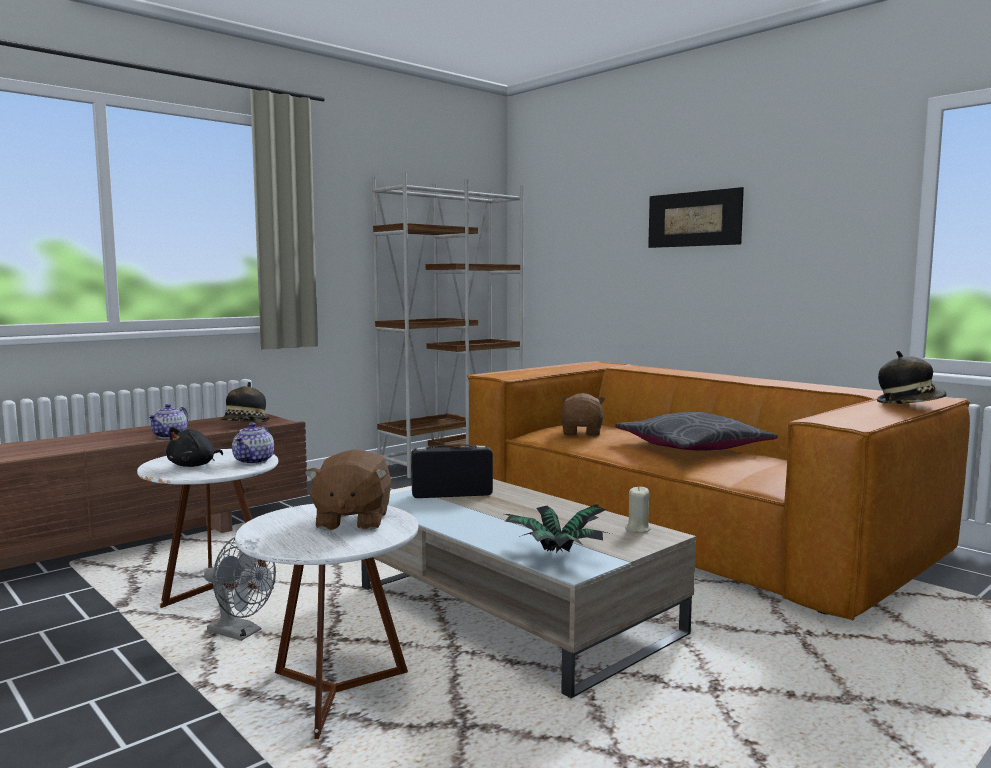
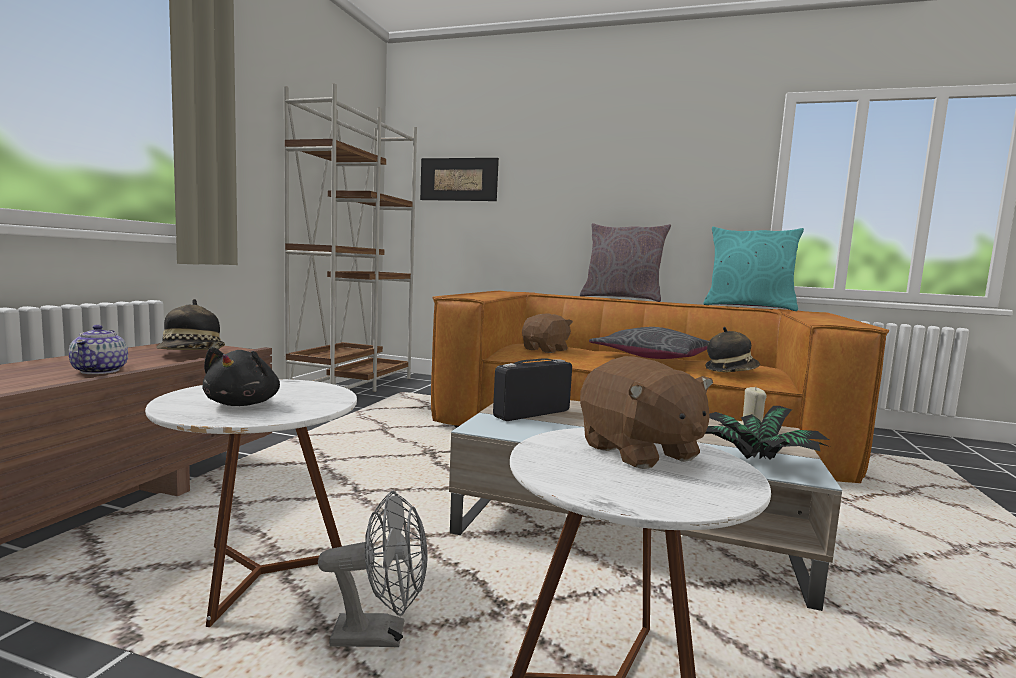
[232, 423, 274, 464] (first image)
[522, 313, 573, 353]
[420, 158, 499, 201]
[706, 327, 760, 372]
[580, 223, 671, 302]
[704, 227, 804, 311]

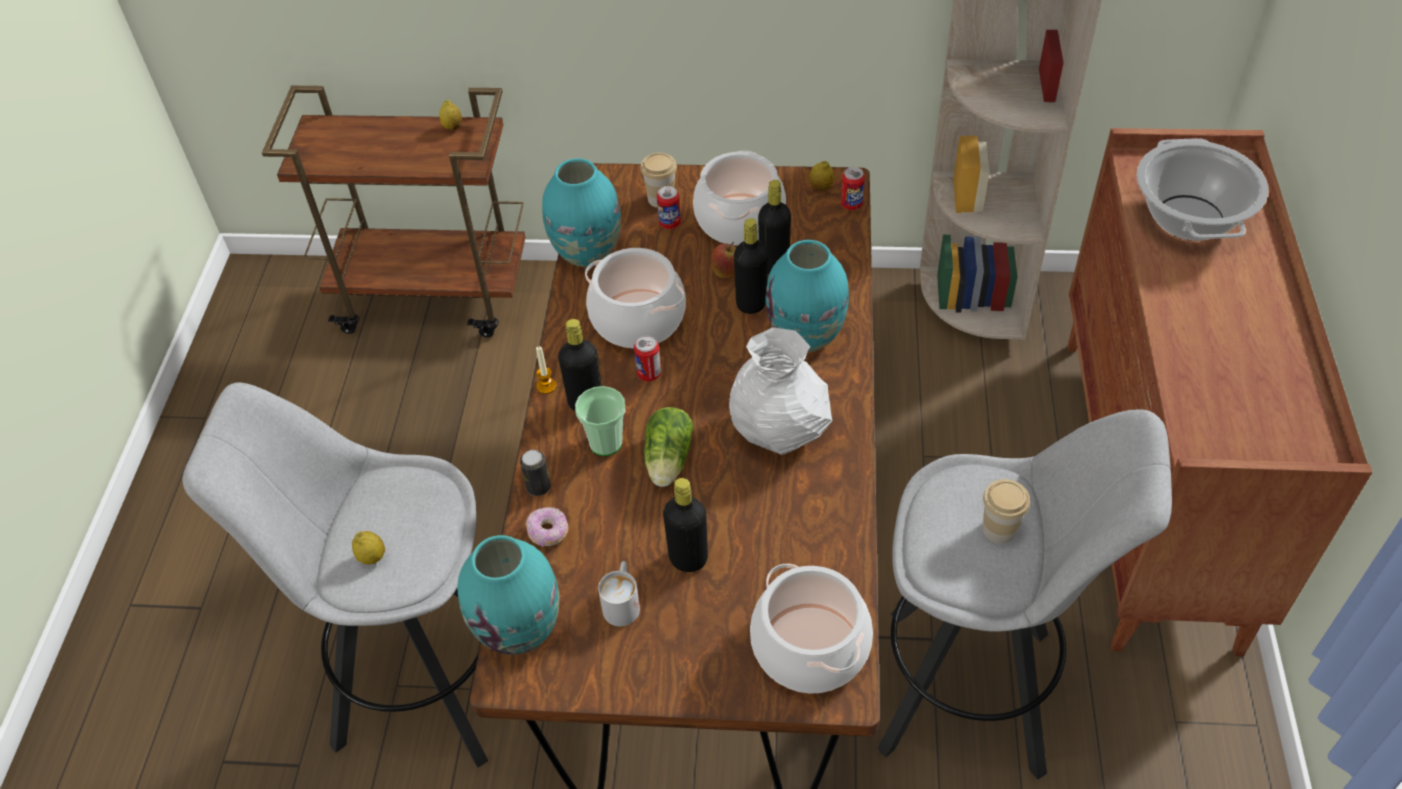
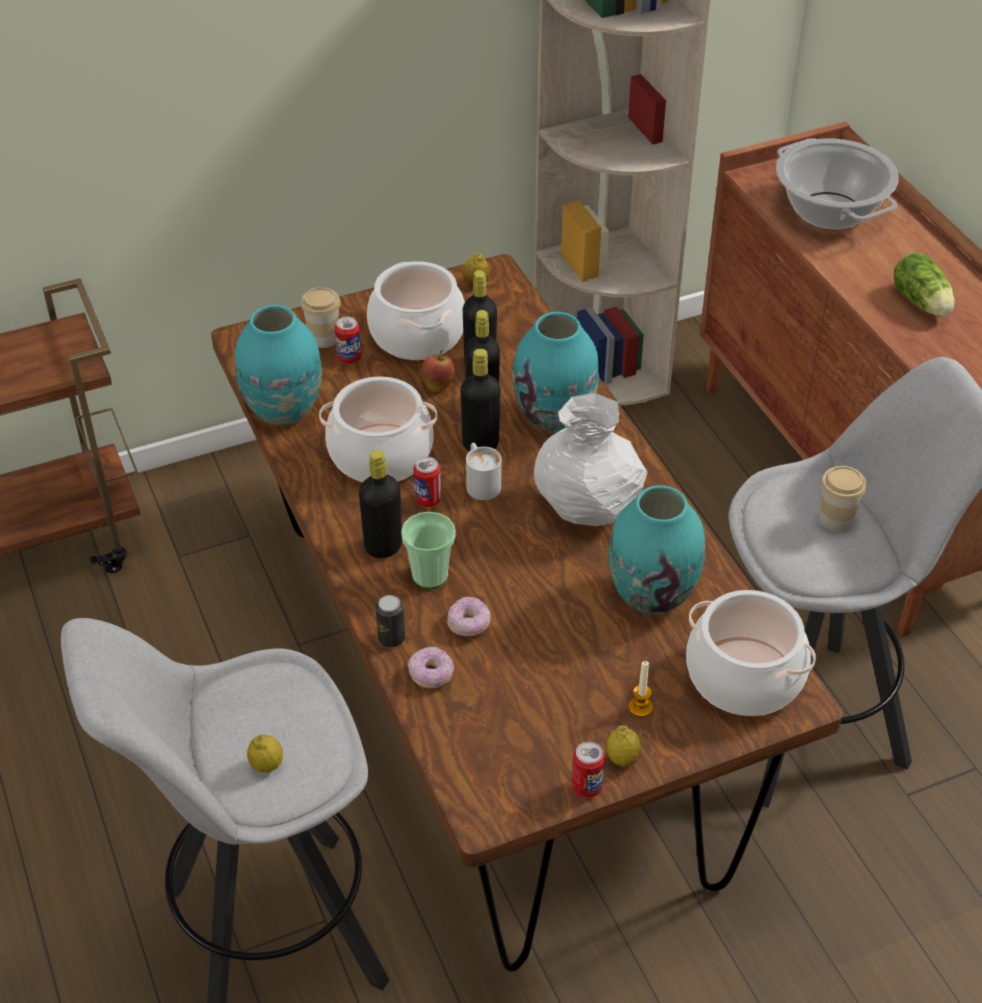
[607, 725, 641, 766]
[608, 485, 705, 615]
[629, 661, 653, 717]
[466, 443, 501, 500]
[893, 252, 955, 317]
[461, 349, 500, 451]
[571, 742, 605, 798]
[447, 596, 491, 636]

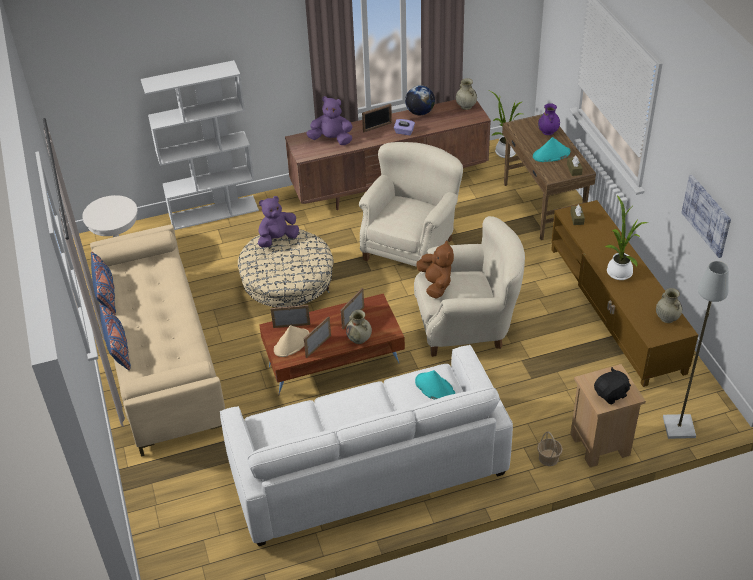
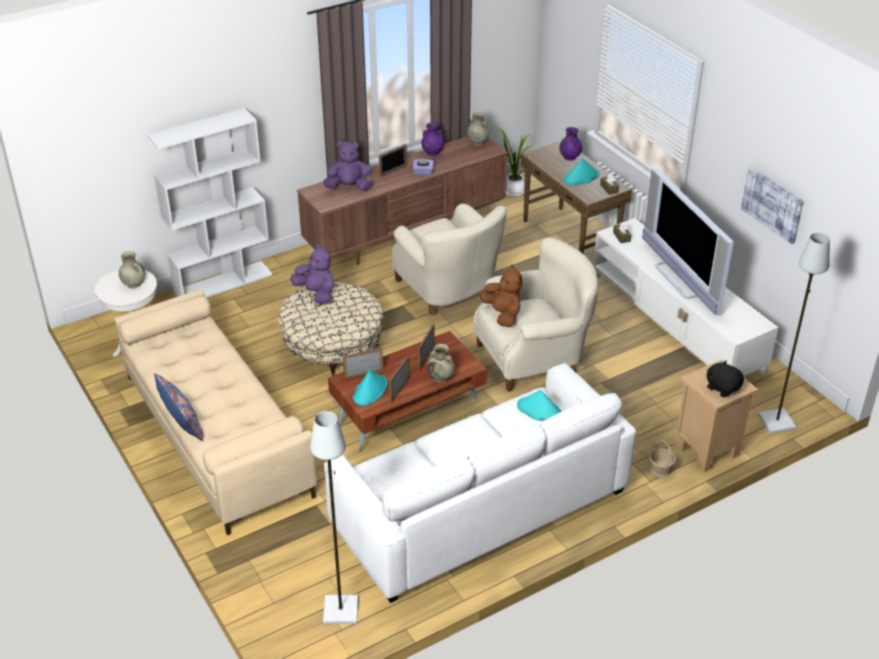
[91, 251, 116, 315] (first image)
[290, 244, 334, 304]
[353, 370, 387, 406]
[392, 204, 507, 315]
[421, 122, 444, 156]
[593, 218, 778, 376]
[707, 361, 744, 397]
[642, 168, 734, 315]
[119, 251, 145, 288]
[310, 411, 358, 624]

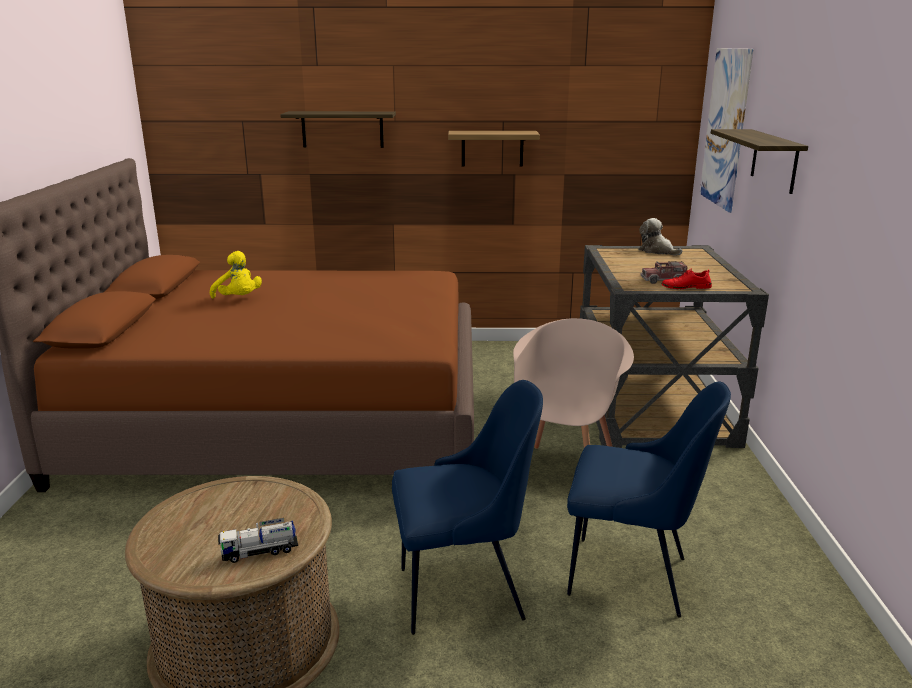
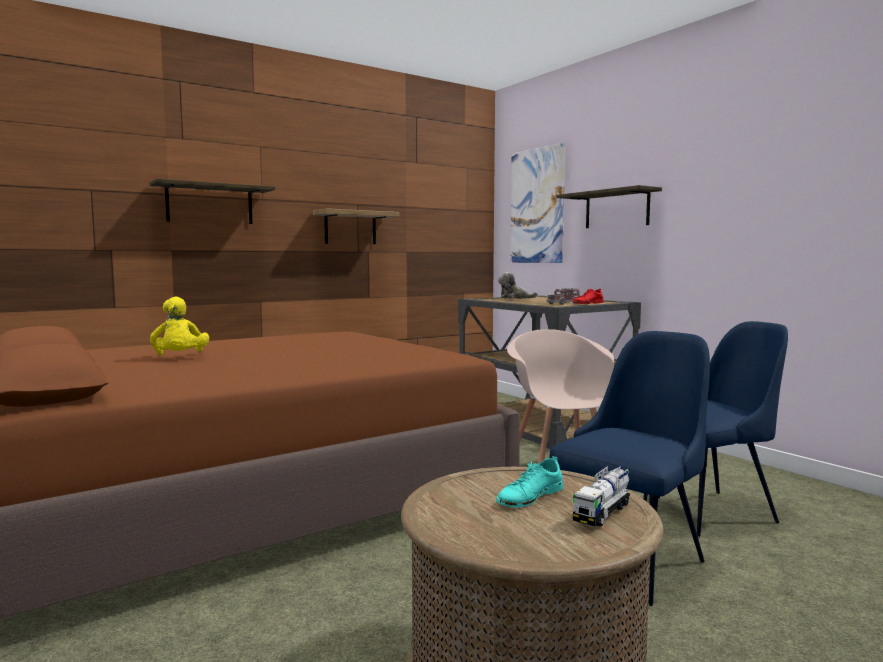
[150, 297, 209, 355]
[496, 456, 563, 508]

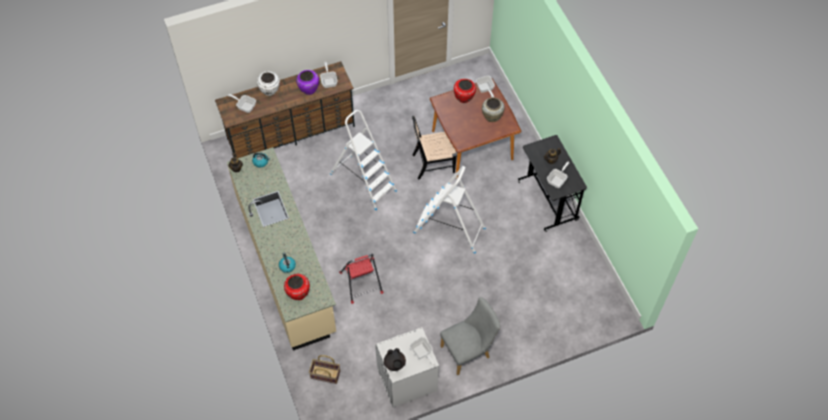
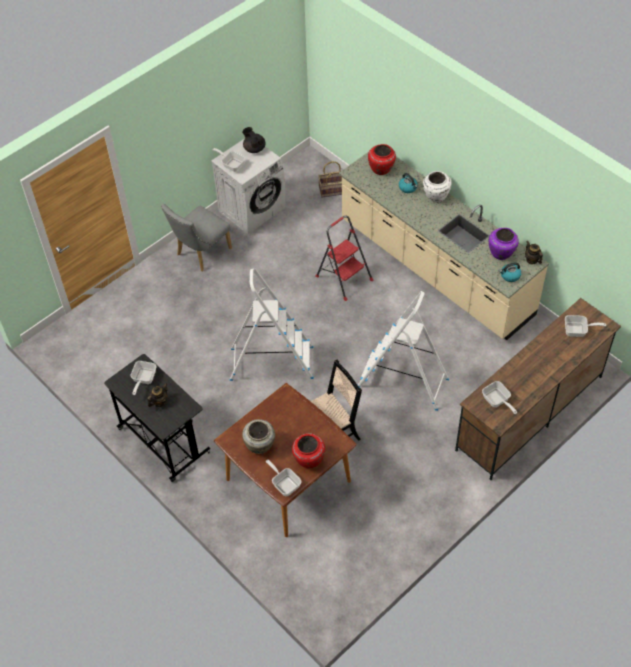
[423, 171, 451, 203]
[489, 228, 519, 260]

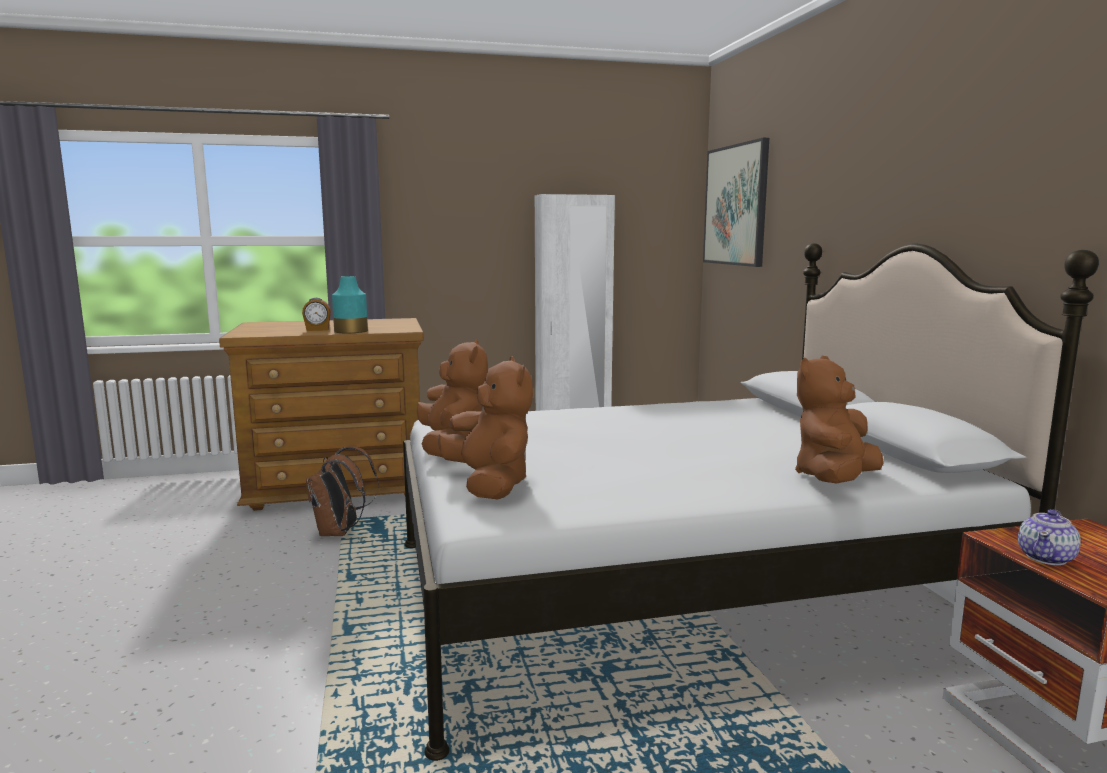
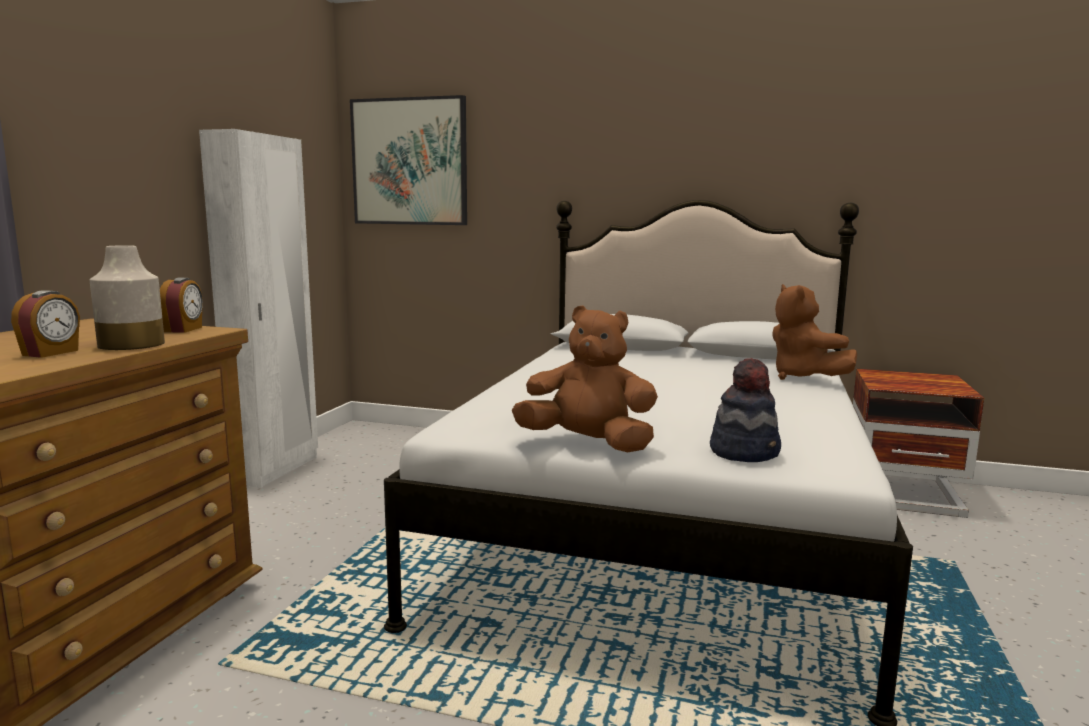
[306, 446, 379, 536] (first image)
[90, 245, 165, 350]
[710, 358, 781, 462]
[1018, 509, 1081, 565] (first image)
[160, 278, 203, 333]

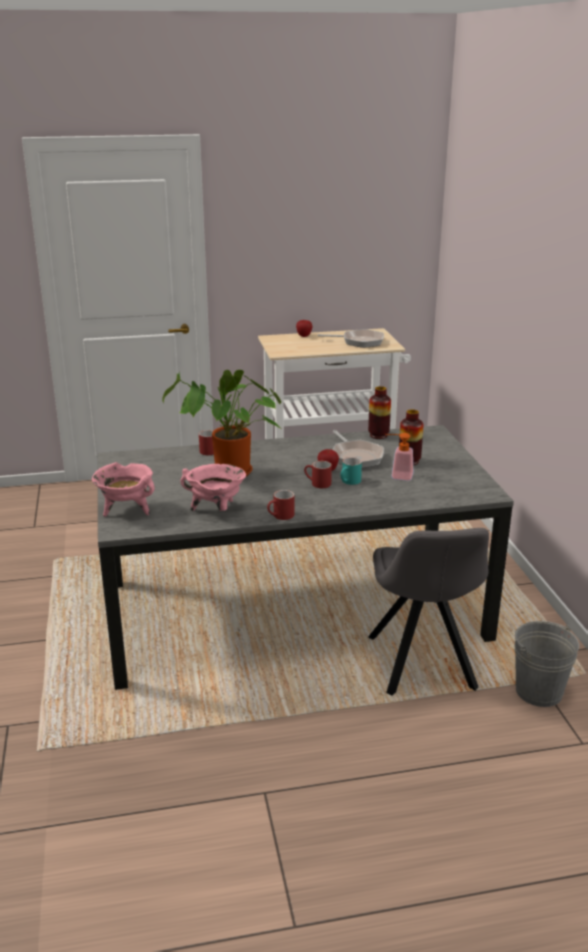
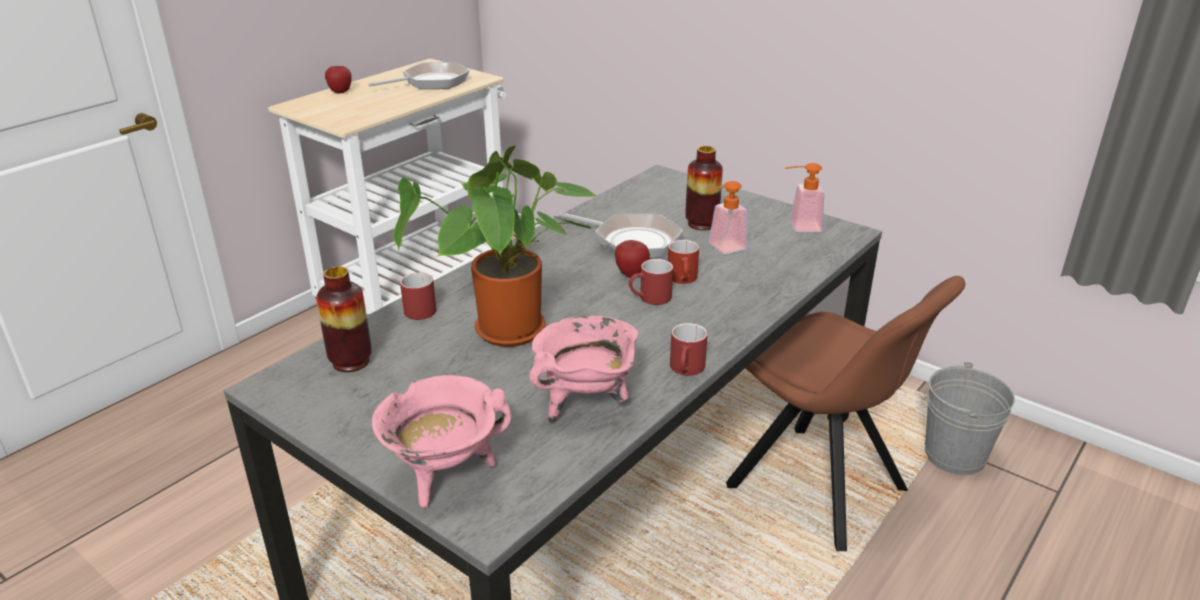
[668, 240, 699, 284]
[316, 266, 372, 372]
[726, 276, 965, 551]
[785, 163, 824, 232]

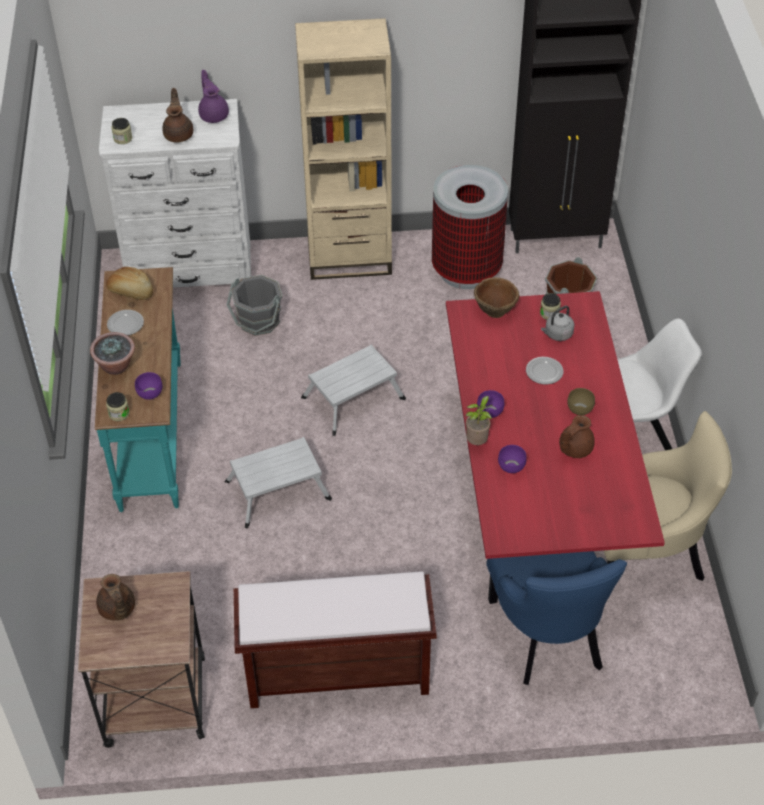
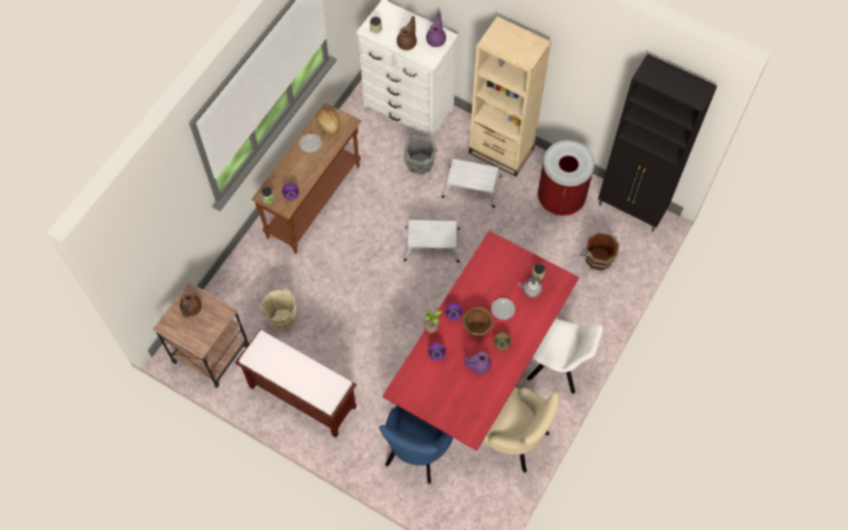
[90, 332, 135, 375] (first image)
[252, 102, 361, 254]
[441, 158, 502, 208]
[463, 307, 493, 336]
[464, 351, 491, 375]
[261, 288, 296, 330]

